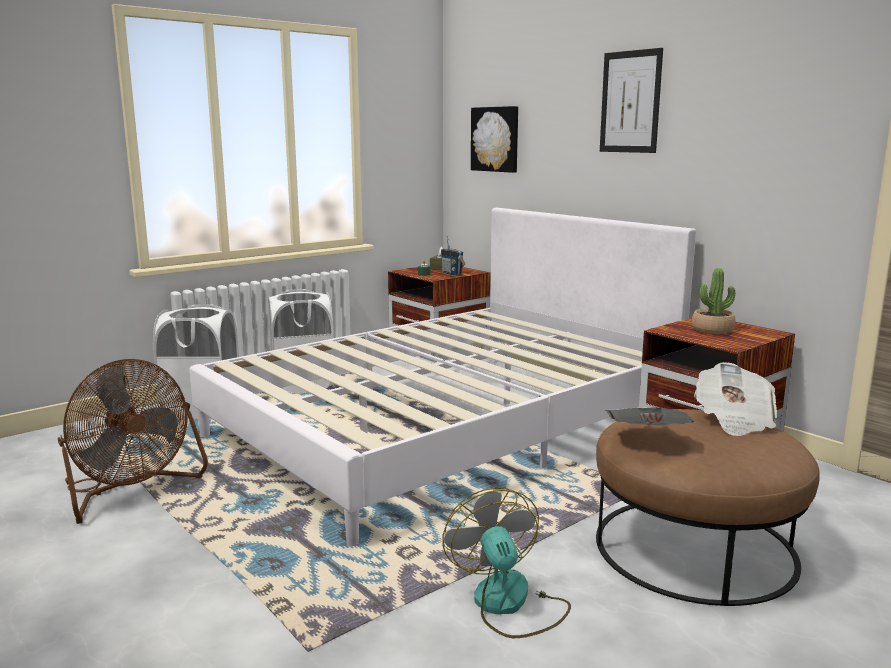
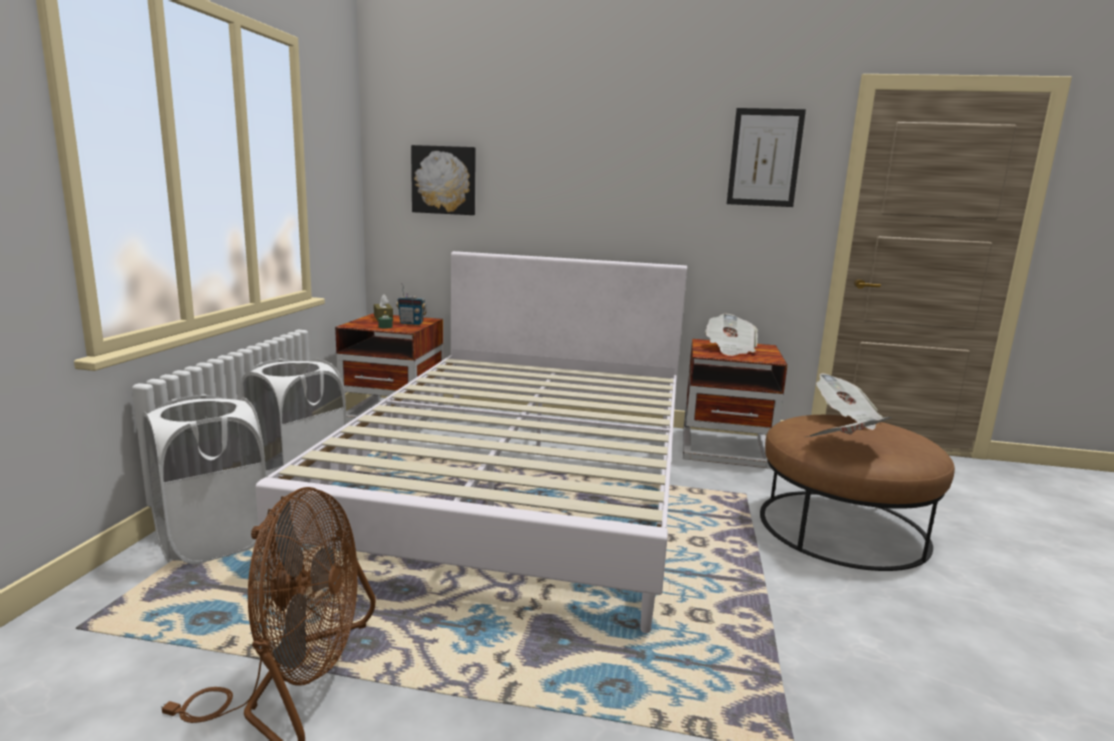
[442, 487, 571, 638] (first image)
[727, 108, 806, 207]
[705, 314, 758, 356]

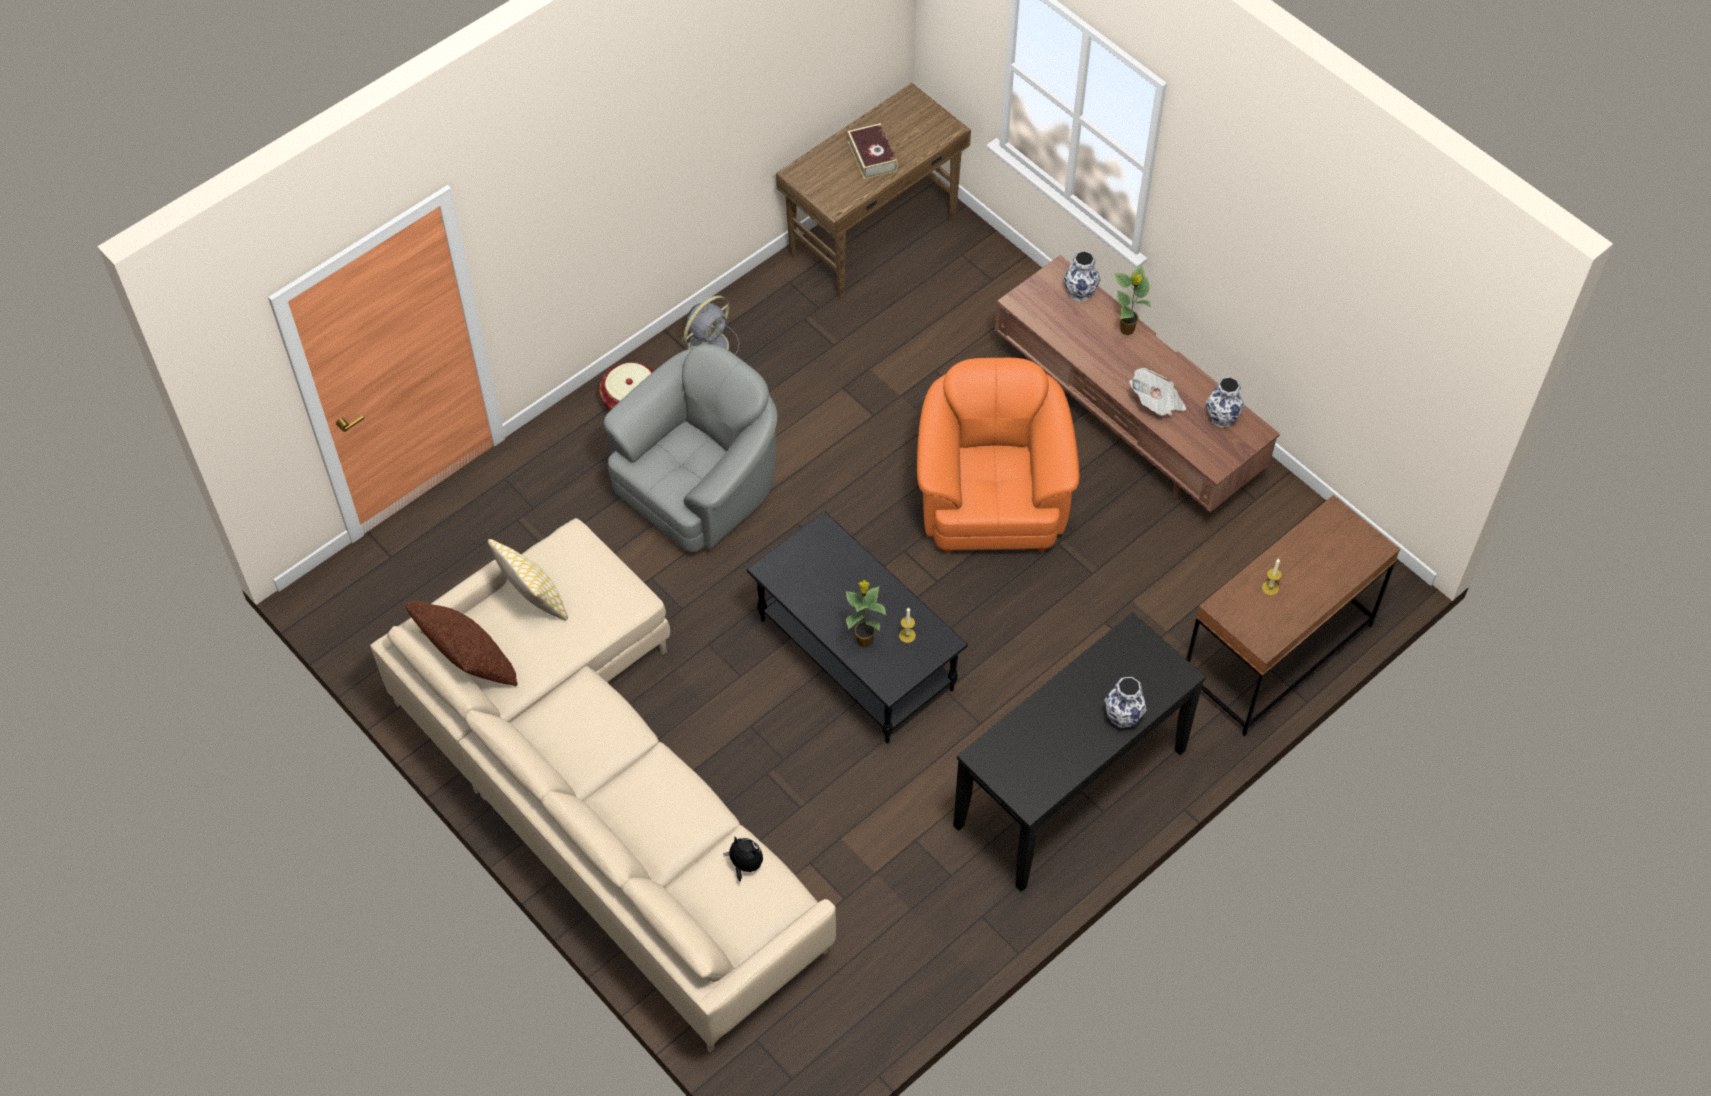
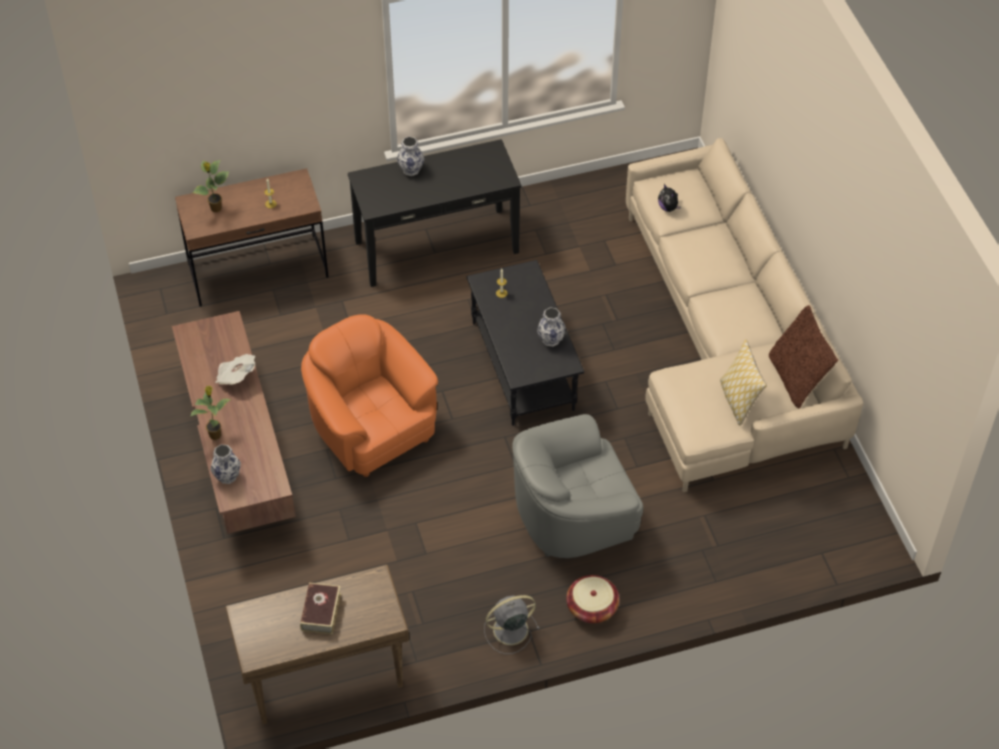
[192, 160, 229, 212]
[301, 314, 438, 477]
[537, 307, 566, 347]

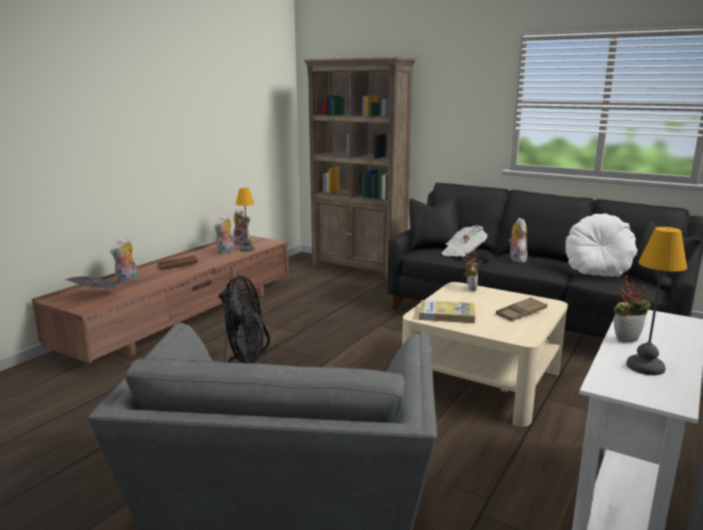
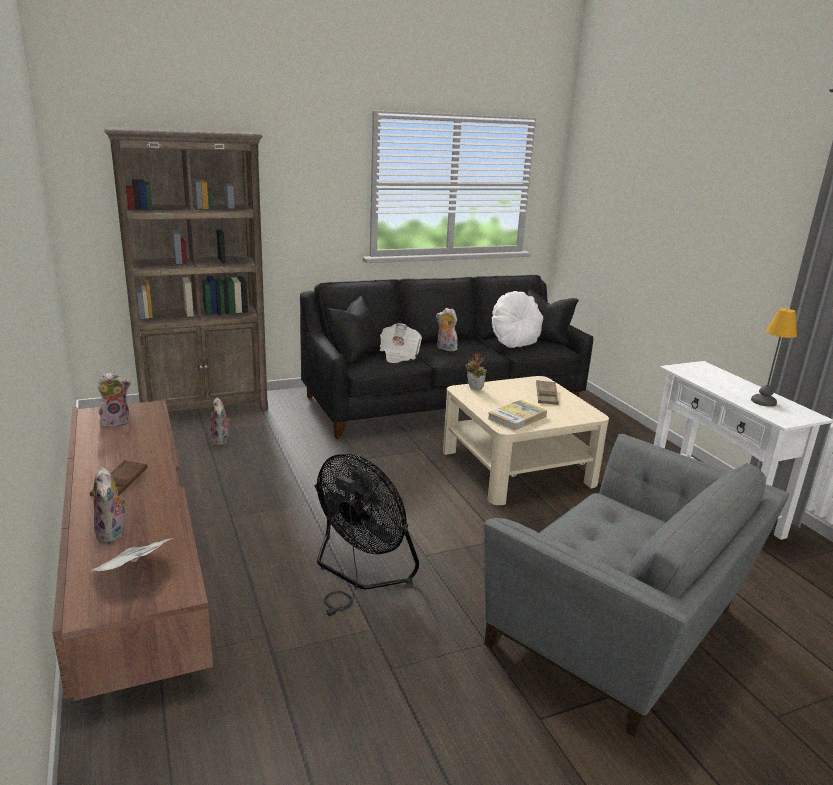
[210, 397, 231, 446]
[236, 188, 255, 252] (first image)
[614, 275, 651, 343] (first image)

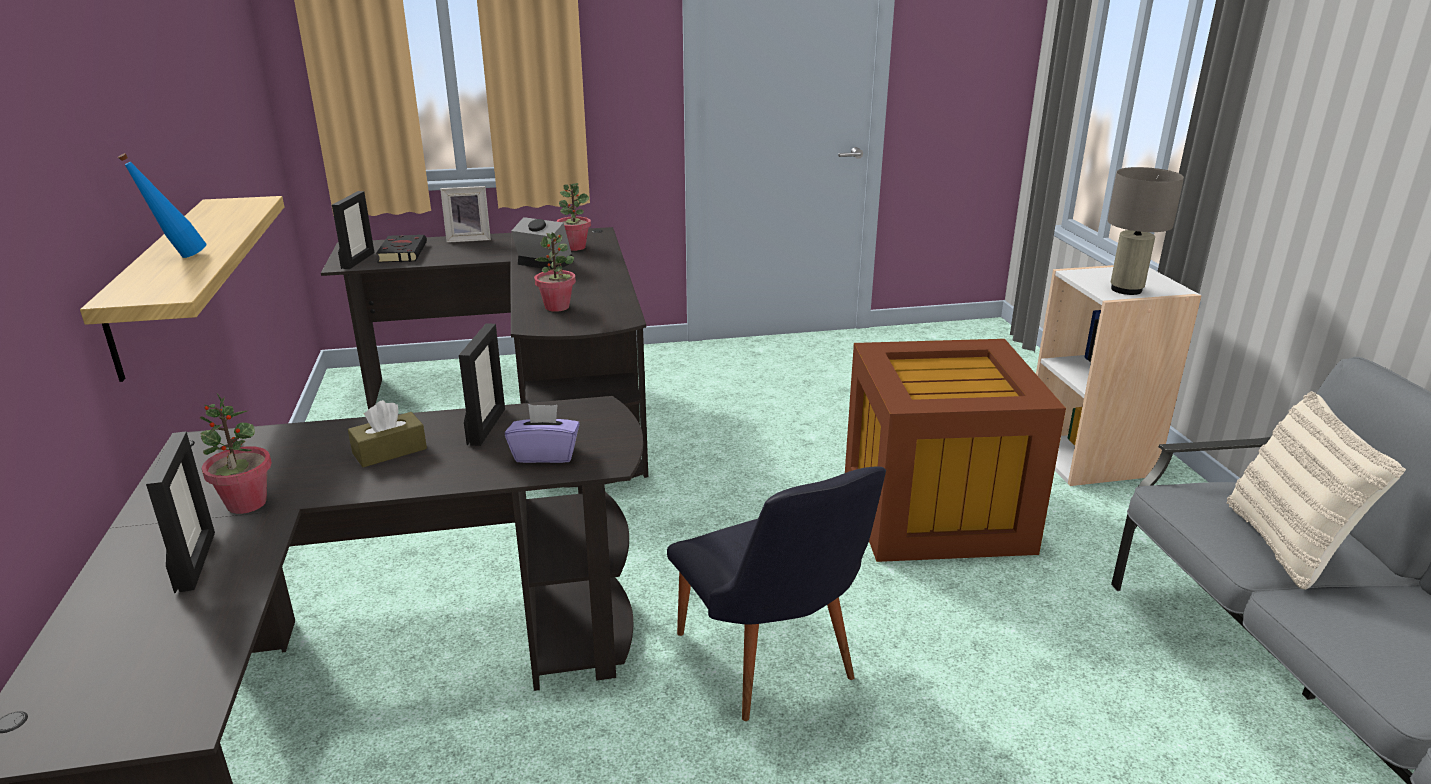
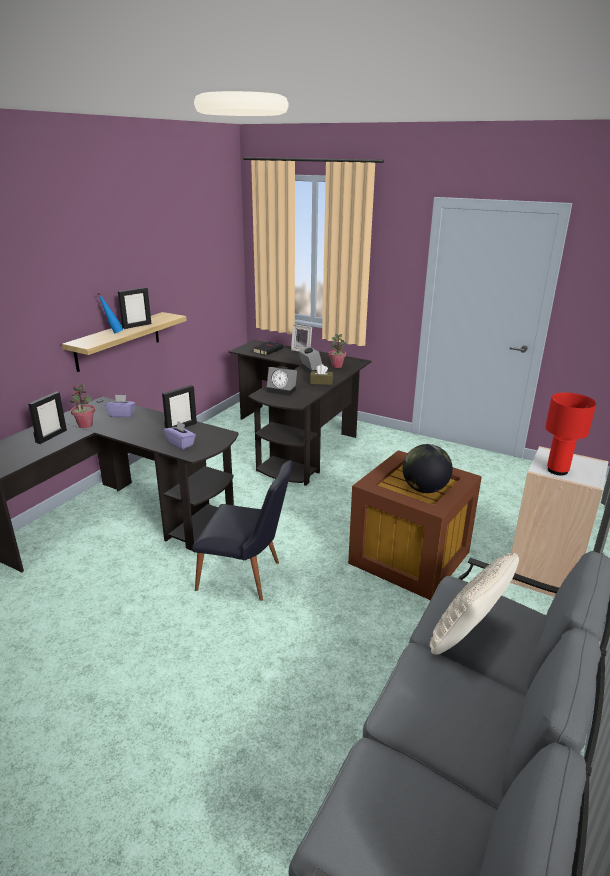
[118, 287, 152, 329]
[310, 364, 333, 385]
[266, 366, 297, 396]
[192, 460, 293, 601]
[546, 392, 596, 476]
[105, 395, 136, 417]
[403, 444, 453, 493]

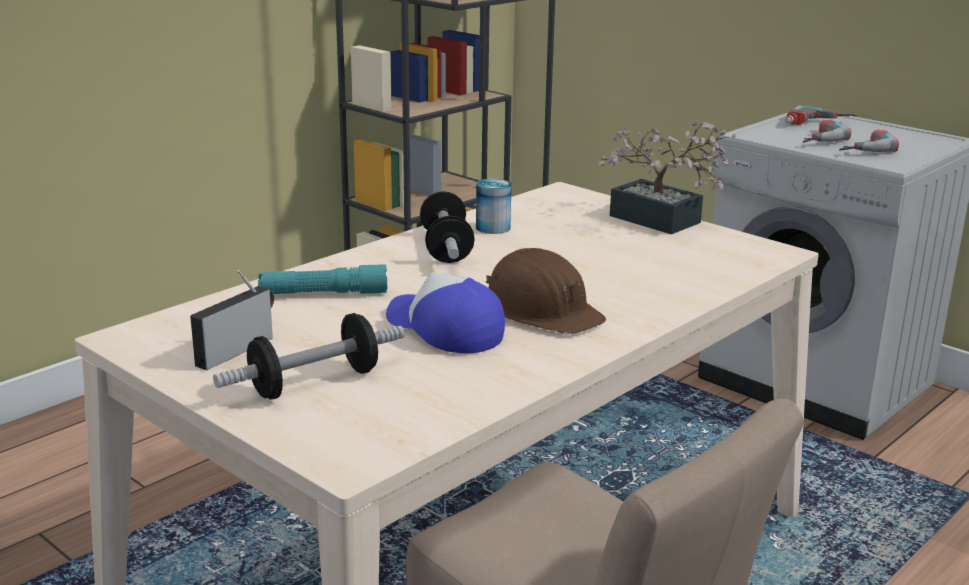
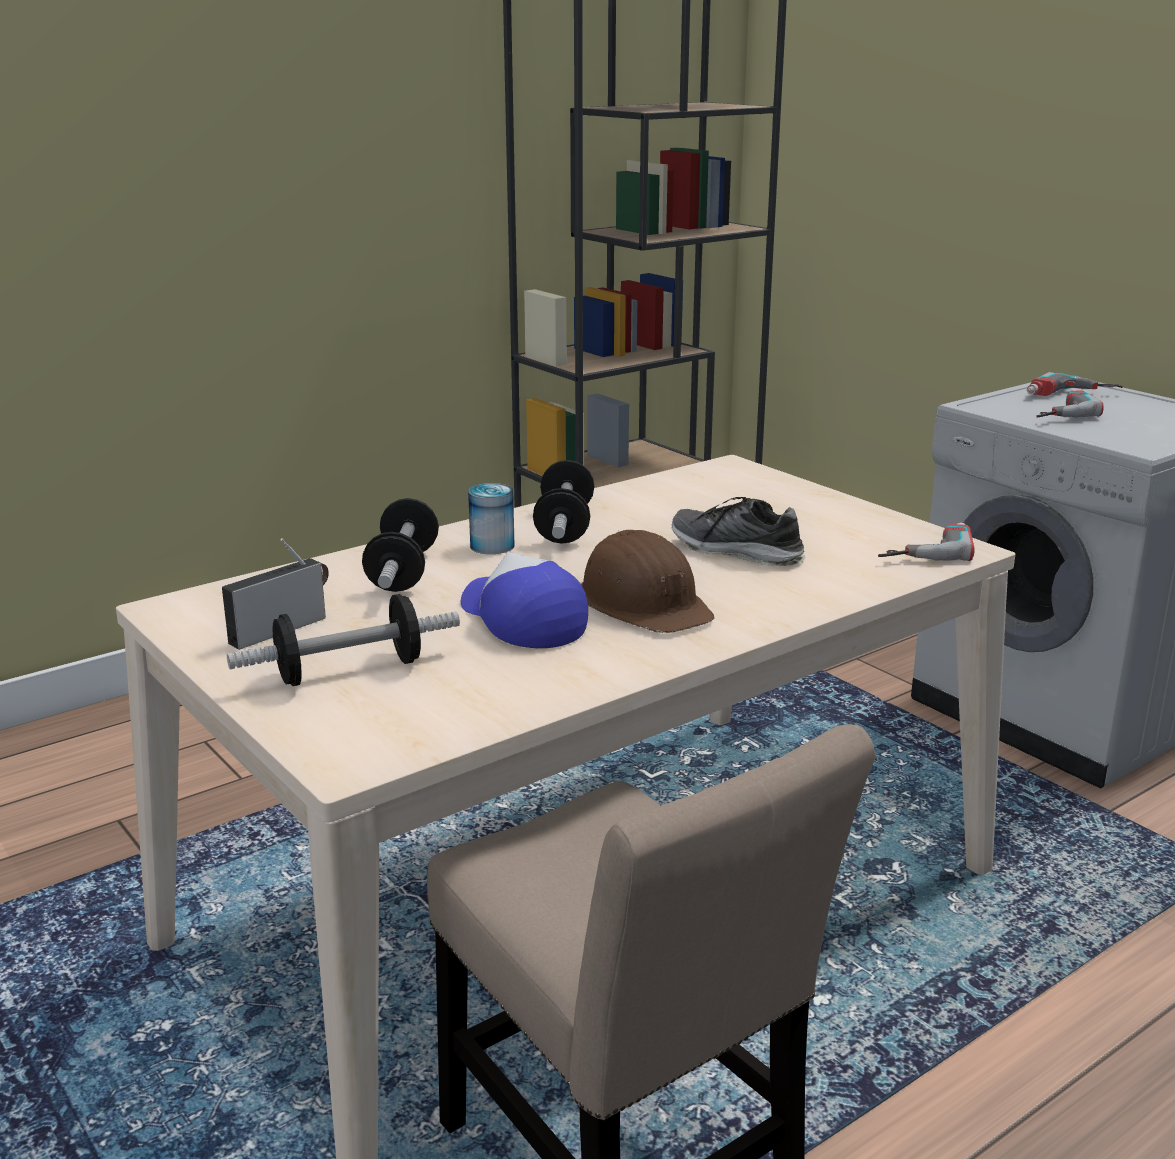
[362, 498, 439, 592]
[468, 483, 514, 554]
[596, 120, 736, 234] (first image)
[878, 522, 975, 561]
[671, 497, 805, 566]

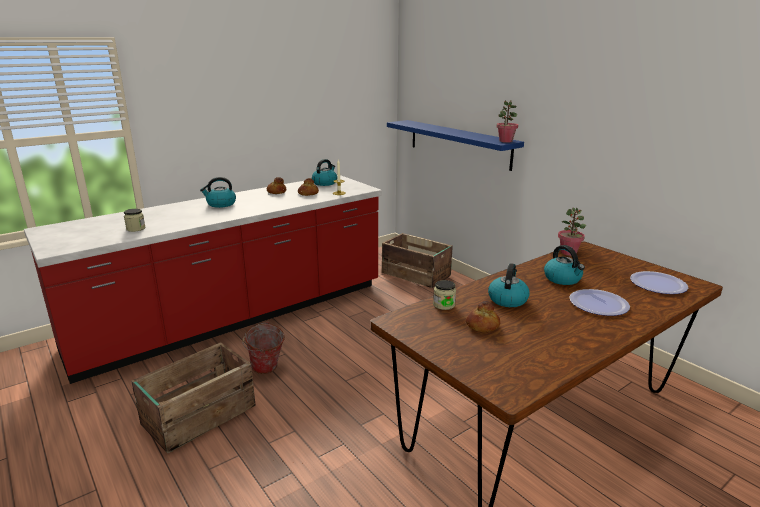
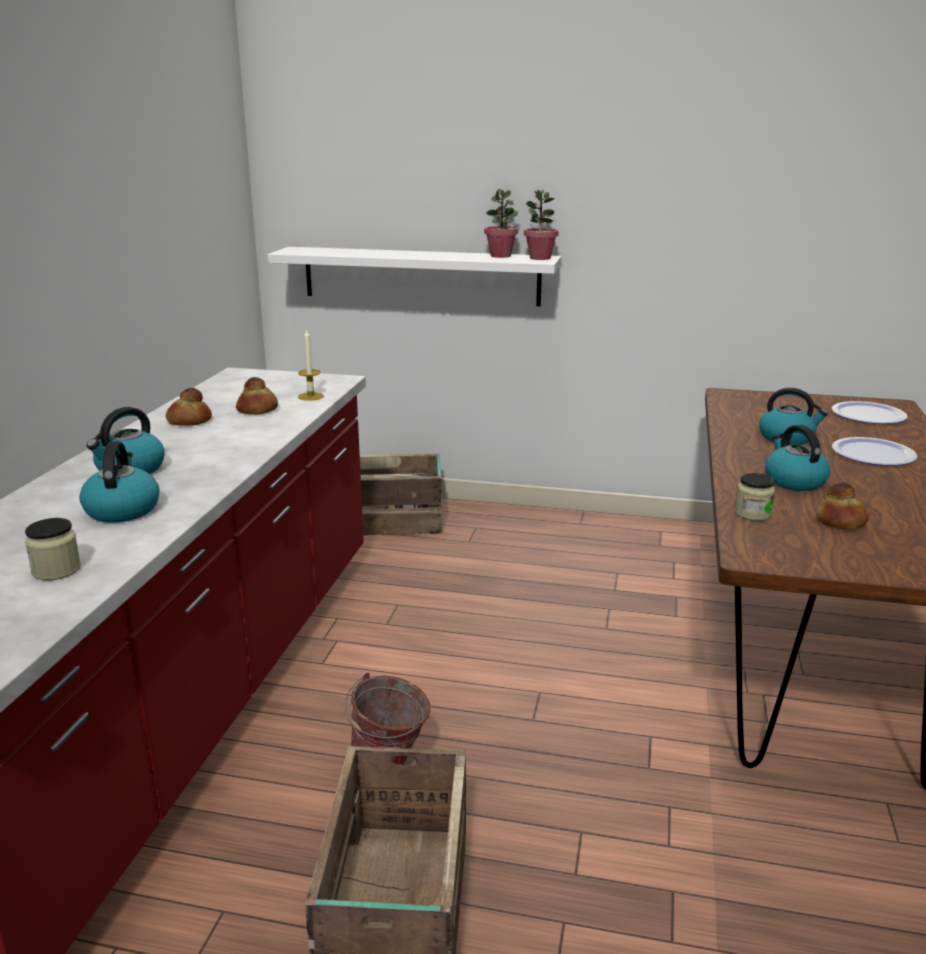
[79, 441, 159, 523]
[268, 247, 561, 306]
[484, 189, 518, 258]

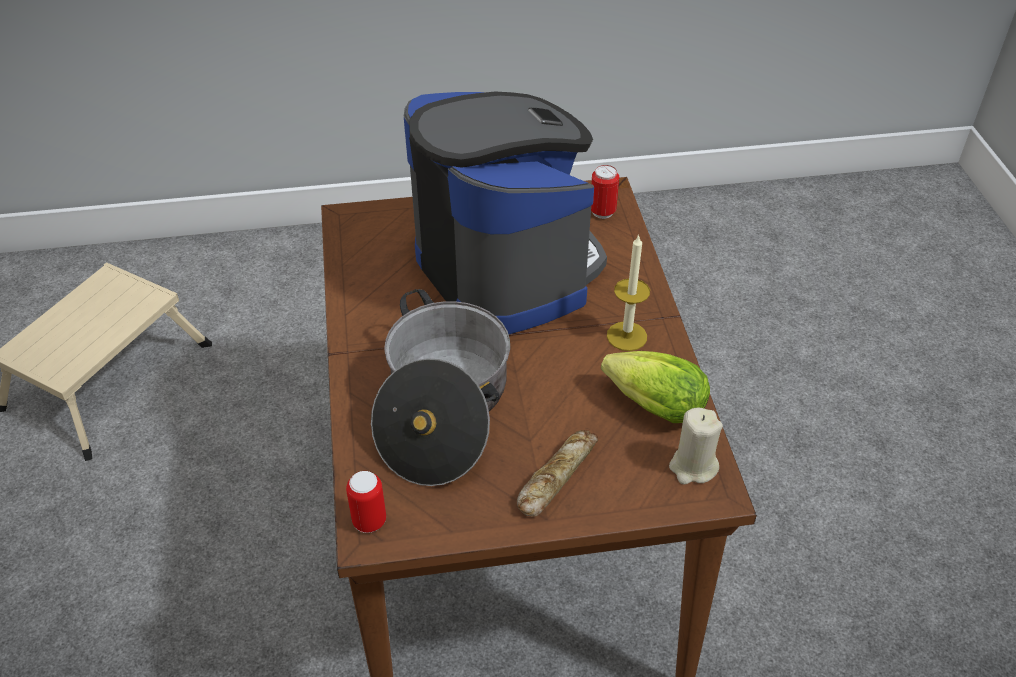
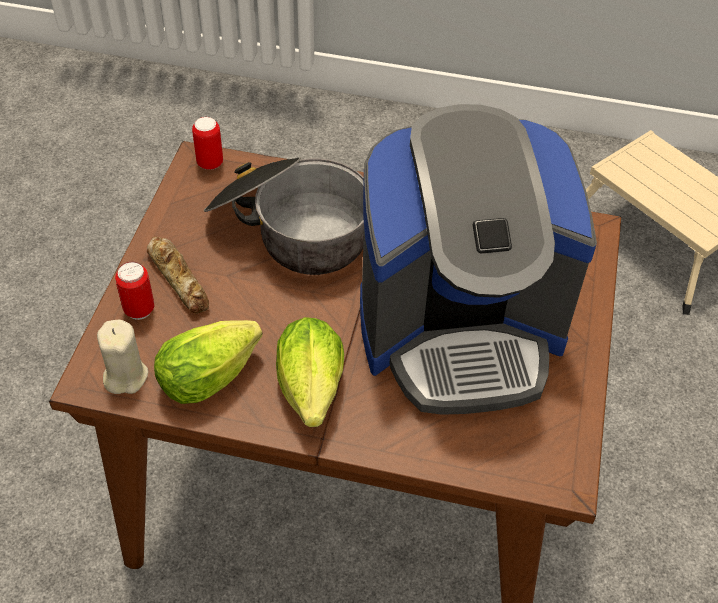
[115, 262, 154, 320]
[276, 317, 344, 427]

